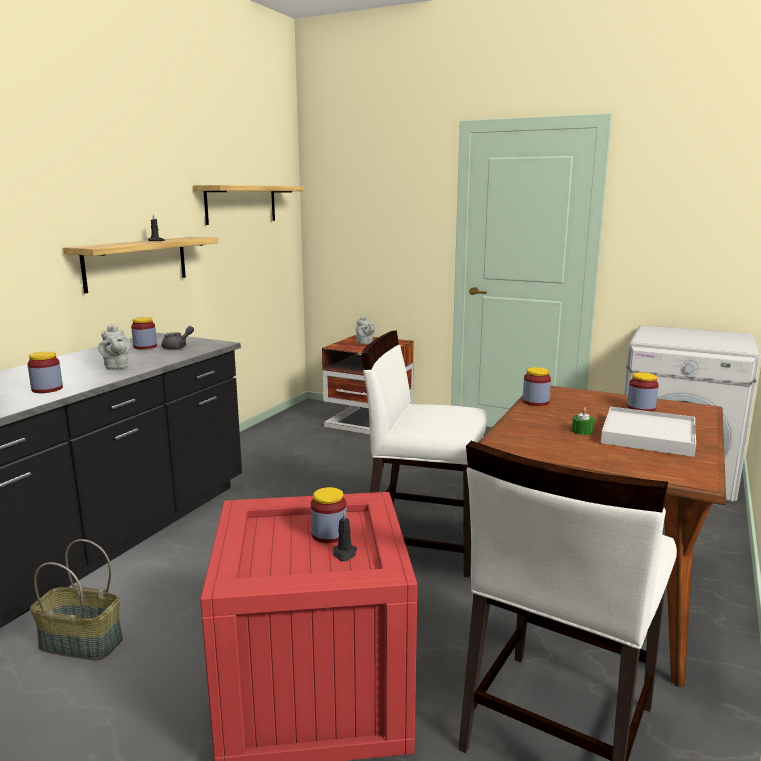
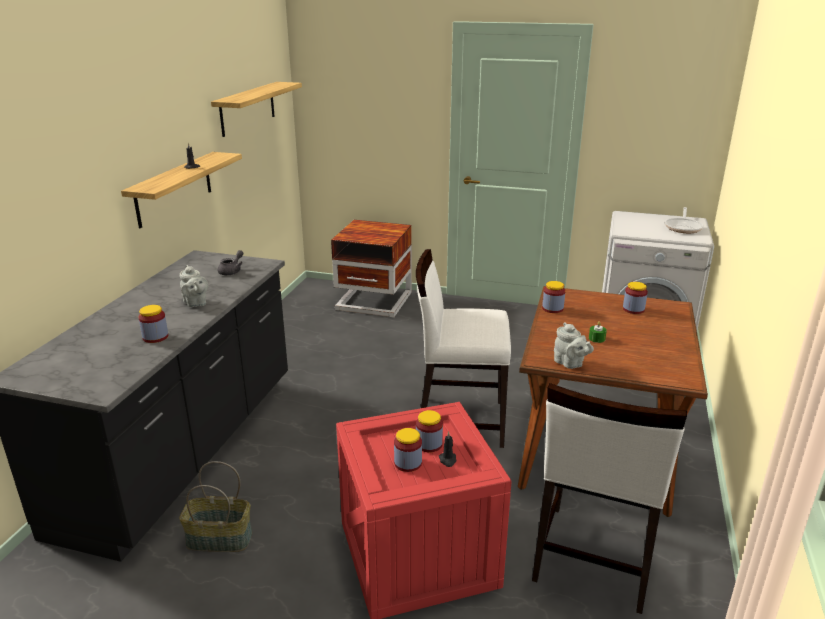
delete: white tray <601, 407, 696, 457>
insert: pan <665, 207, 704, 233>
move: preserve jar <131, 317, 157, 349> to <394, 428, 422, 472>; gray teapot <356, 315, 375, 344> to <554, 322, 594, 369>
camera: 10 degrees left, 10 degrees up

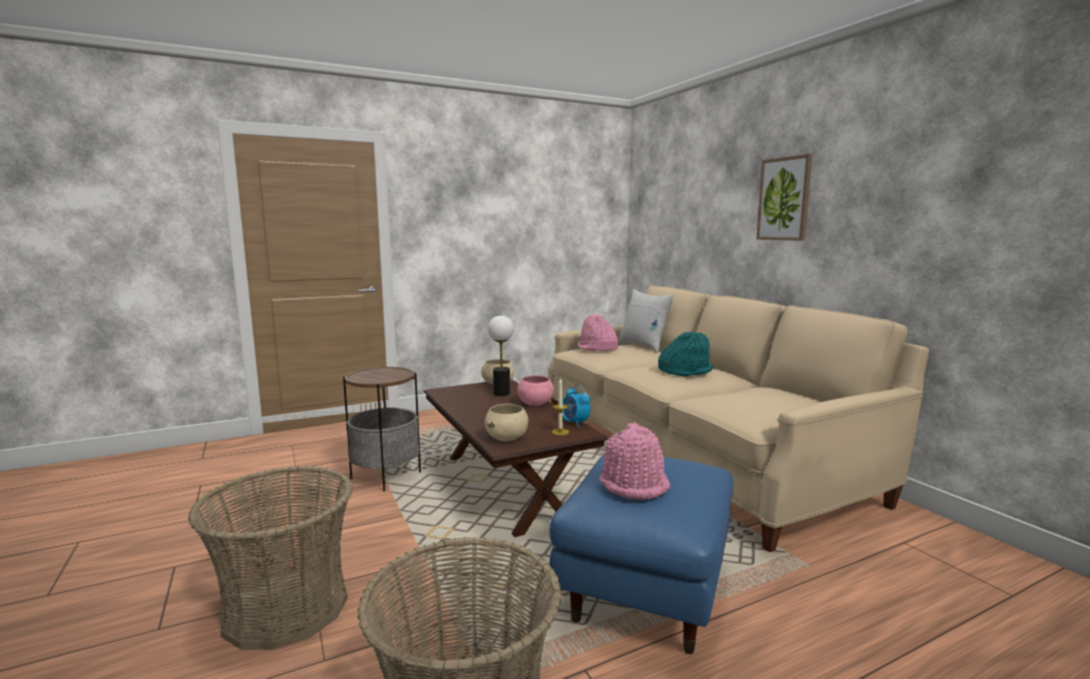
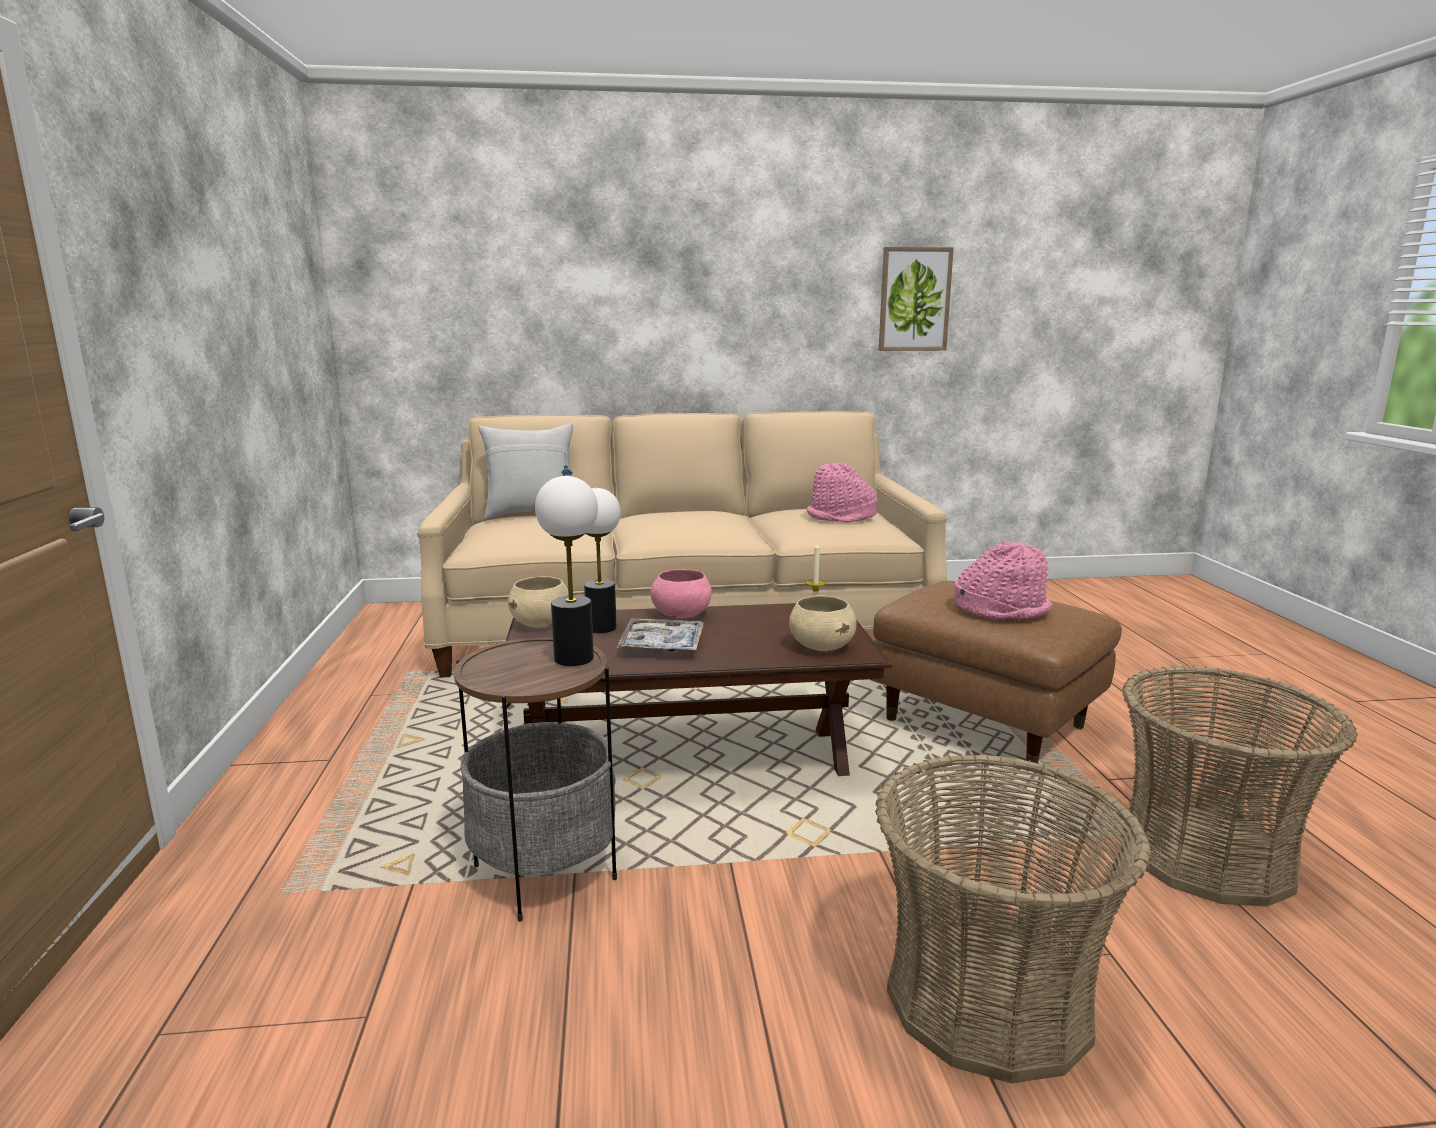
delete: alarm clock <563, 385, 591, 427>; turquoise wearable hat <658, 332, 713, 376>
insert: table lamp <535, 476, 598, 666>; tray <617, 619, 704, 651>
move: pink wearable hat <578, 314, 618, 351> to <807, 463, 878, 522>; wall art <756, 154, 812, 241> to <879, 247, 954, 351>
recolor: blue footrest <549, 455, 734, 654> to brown-coloured footrest <870, 581, 1122, 763>
camera: 70 degrees left, 5 degrees up

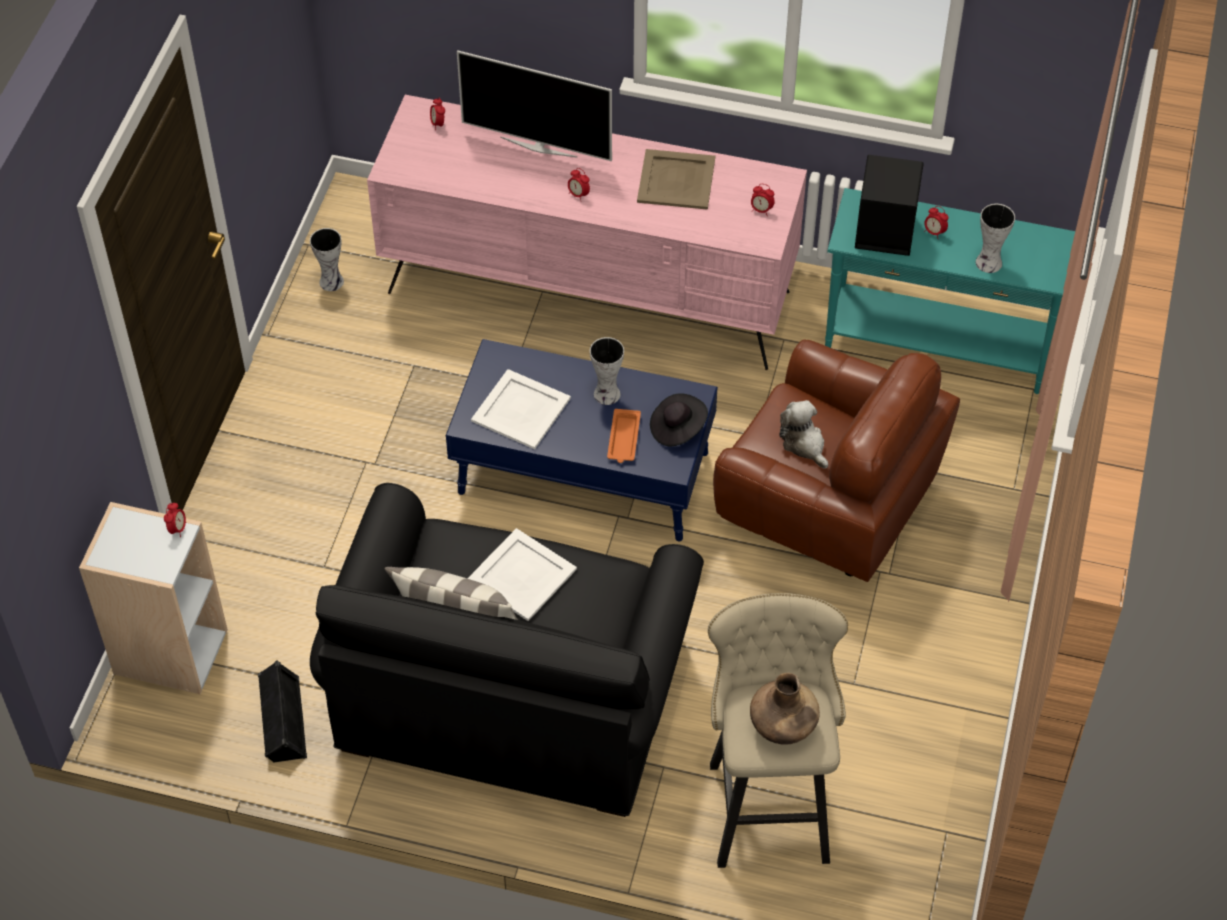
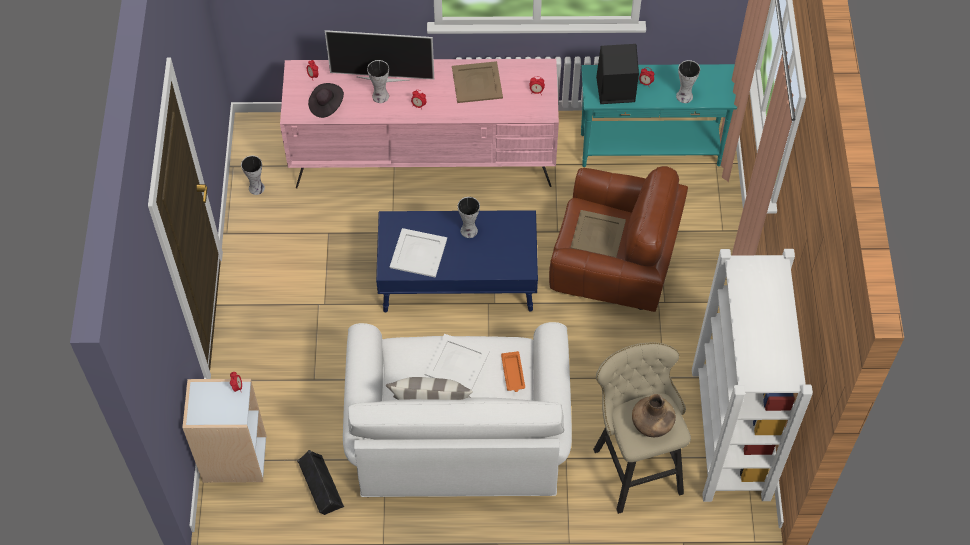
insert: flower vase <367, 60, 389, 103>; white bookcase <692, 249, 813, 502>
move: orange-coloured tray <607, 409, 641, 463> to <501, 351, 525, 392>; blackish wearable hat <650, 393, 708, 446> to <308, 83, 344, 118>
replace: cuddly toy <779, 400, 828, 469> to beige-coloured tray <570, 210, 626, 257>
recolor: blackish sofa <310, 483, 704, 817> to white sofa <343, 322, 572, 497>
camera: 15 degrees left, 5 degrees up

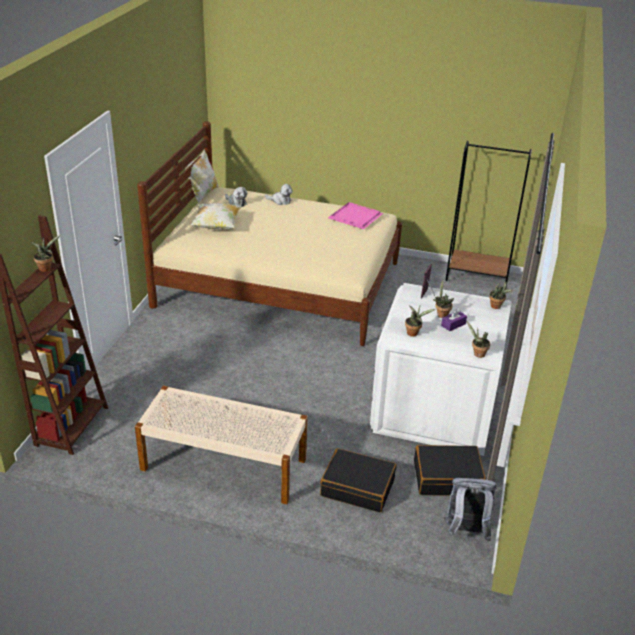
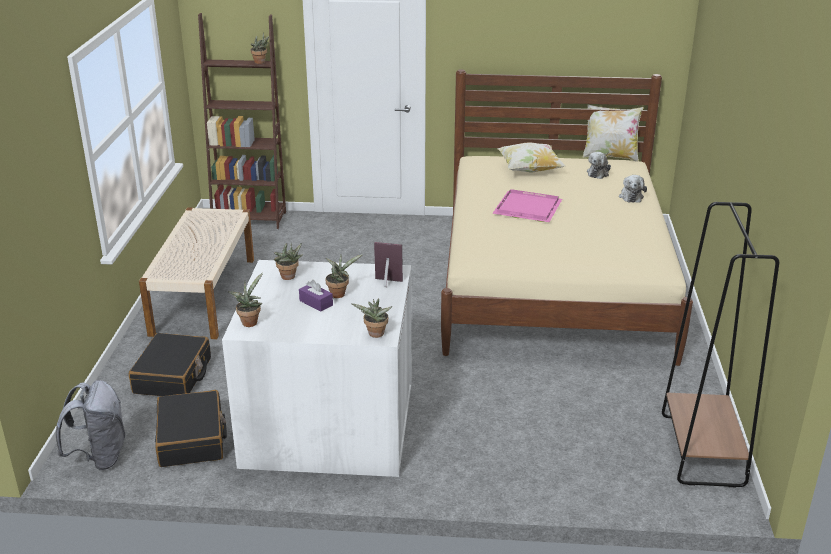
move: pink tray <328, 202, 383, 229> to <492, 189, 562, 222>
camera: 80 degrees right, 5 degrees down

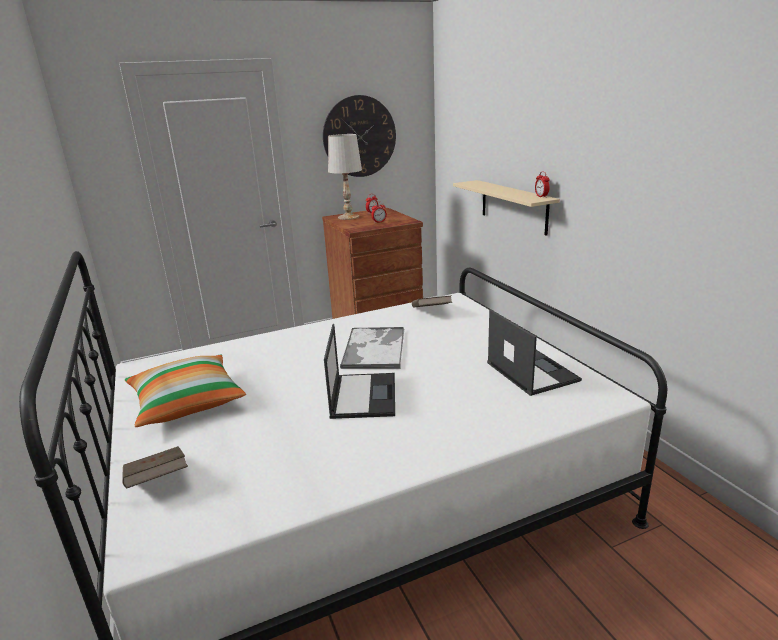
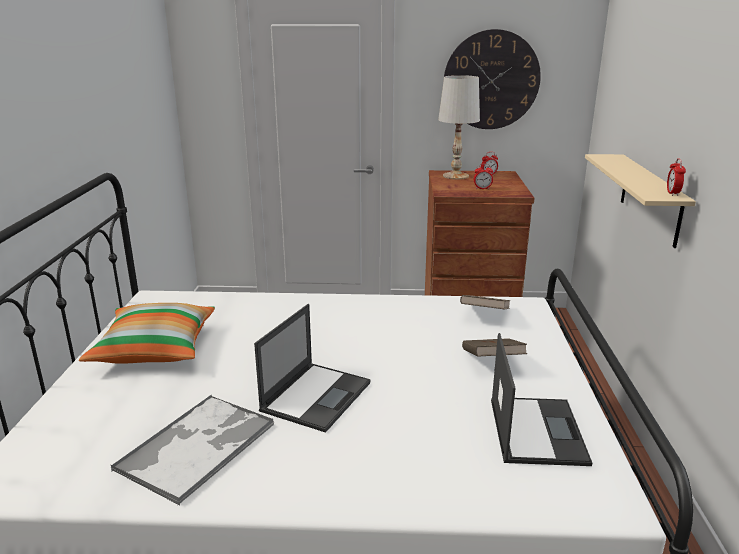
move: brown-coloured book <122, 446, 188, 488> to <462, 338, 527, 356>; tray <340, 327, 404, 369> to <110, 394, 275, 505>
camera: 25 degrees right, 0 degrees up

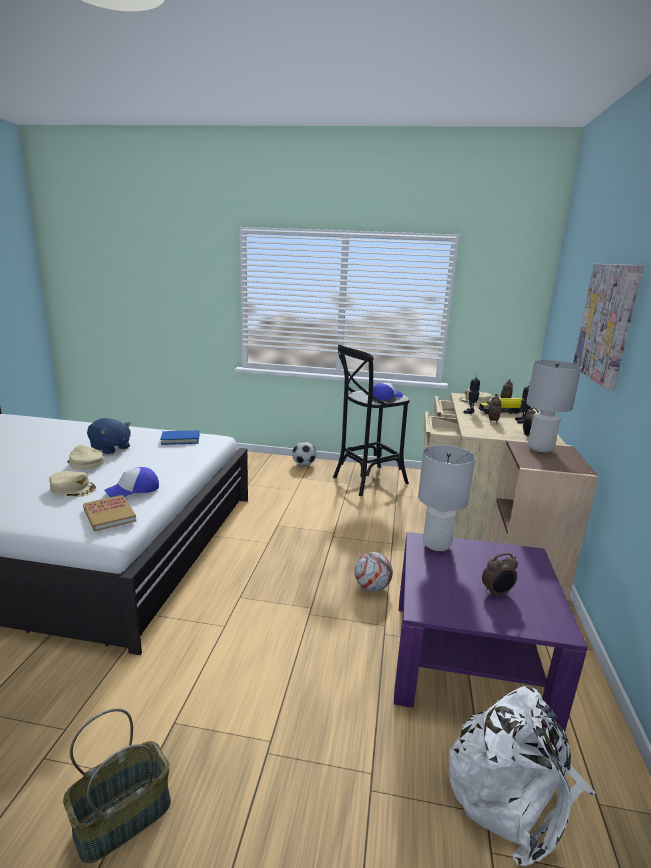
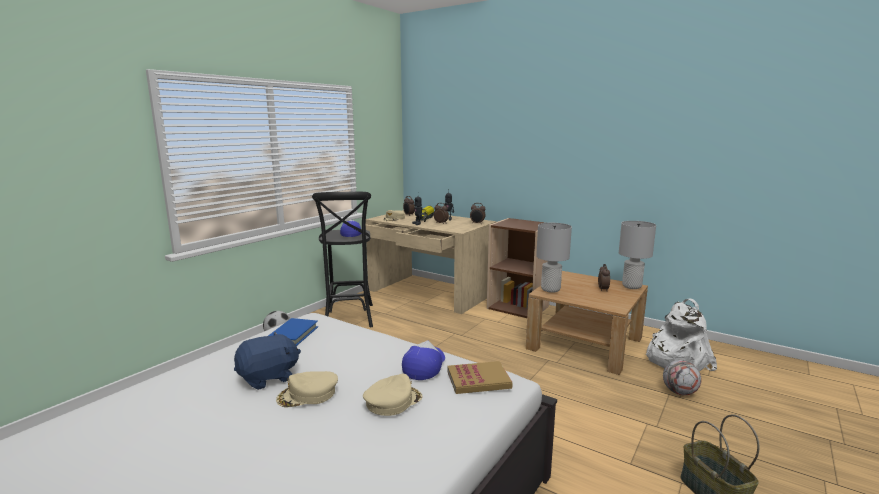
delete: wall art <573, 264, 644, 390>
move: football ball <354, 552, 393, 592> to <663, 360, 701, 395>; gray table lamp <526, 360, 582, 452> to <619, 221, 656, 289>
recolor: purple lounge table <394, 532, 588, 732> to brown-coloured lounge table <526, 271, 648, 375>
rotate: peaked cap <104, 467, 159, 497> = <402, 340, 445, 380> 150 degrees counterclockwise
camera: 65 degrees left, 5 degrees down

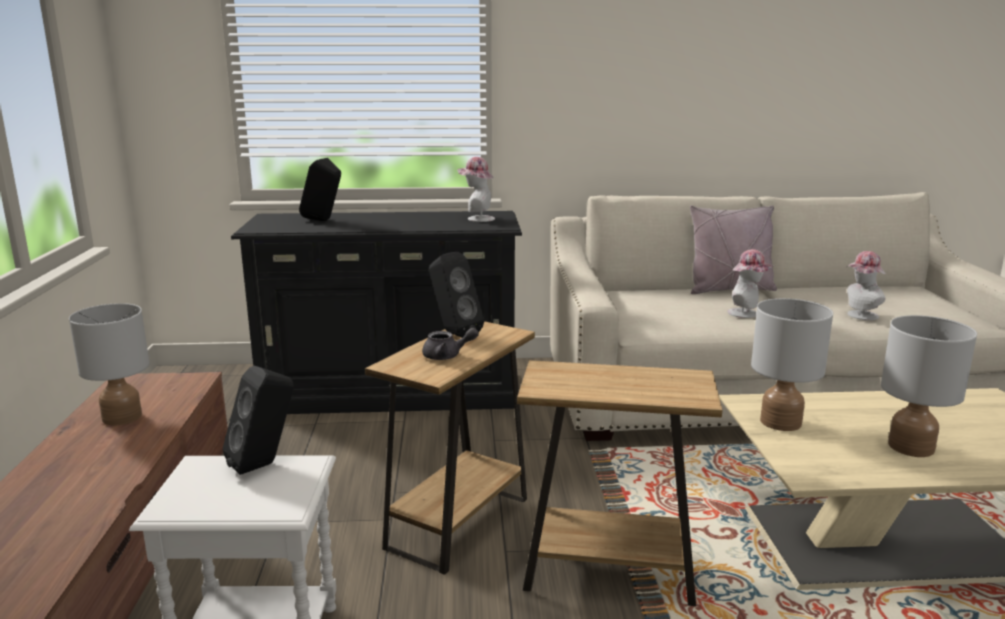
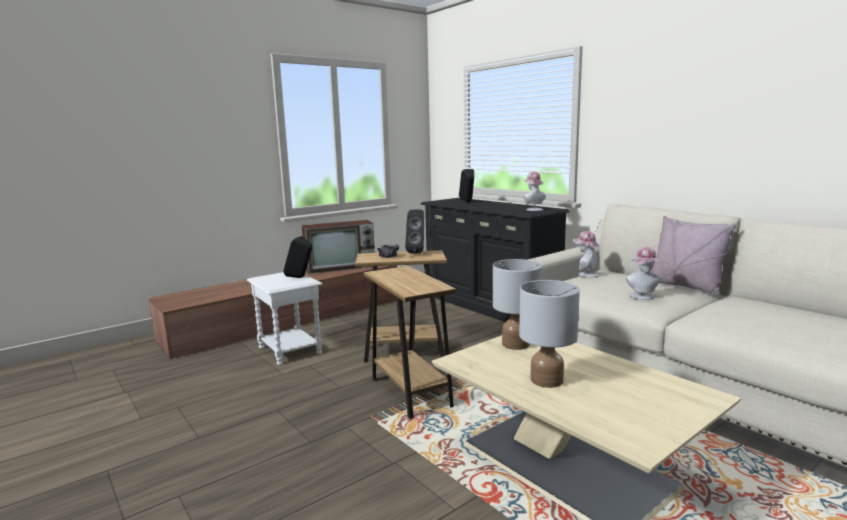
move: wearable hat <847, 251, 886, 320> to <573, 231, 599, 277>
replace: gray table lamp <69, 303, 150, 425> to television <302, 220, 375, 274>
camera: 55 degrees right, 5 degrees down

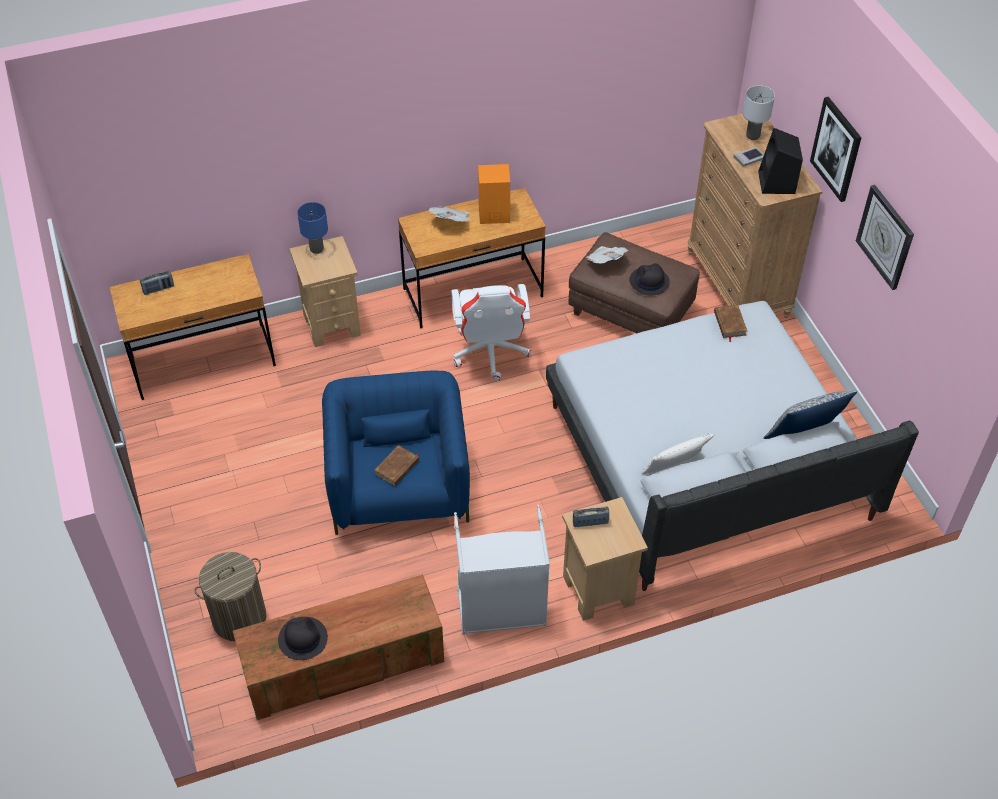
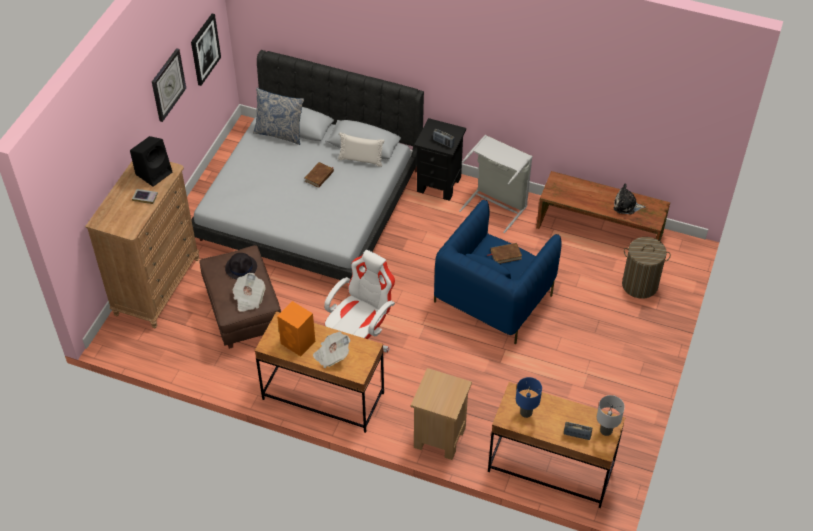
move: blue table lamp <297, 202, 328, 254> to <516, 377, 542, 418>; brown-coloured book <714, 305, 747, 342> to <305, 162, 334, 188>; white table lamp <743, 85, 775, 140> to <597, 395, 625, 436>; wall art <810, 97, 861, 202> to <191, 14, 221, 86>
replace: blackish wearable hat <278, 617, 328, 660> to cuddly toy <614, 184, 646, 214>
recolor: beige-coloured night table <562, 497, 648, 621> to blackish night table <414, 118, 466, 201>
camera: 140 degrees left, 0 degrees up

